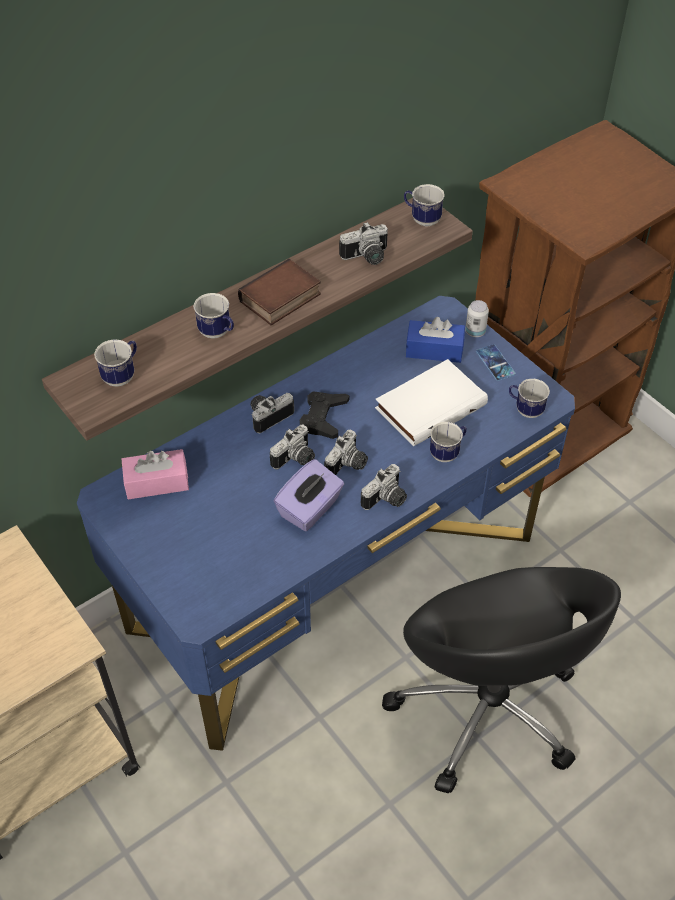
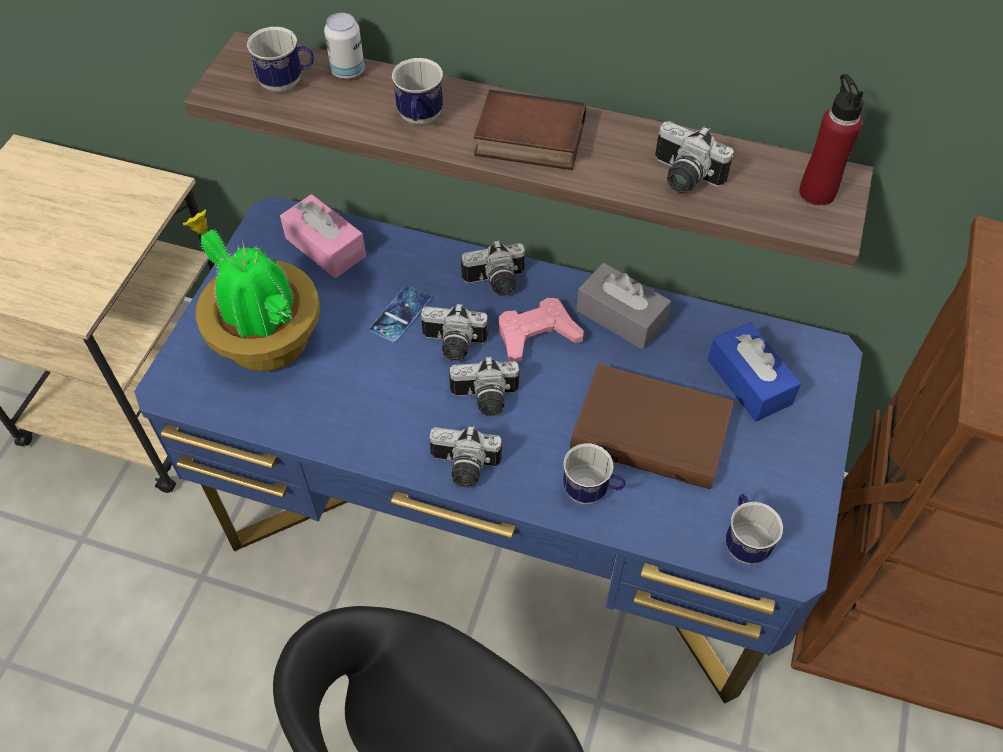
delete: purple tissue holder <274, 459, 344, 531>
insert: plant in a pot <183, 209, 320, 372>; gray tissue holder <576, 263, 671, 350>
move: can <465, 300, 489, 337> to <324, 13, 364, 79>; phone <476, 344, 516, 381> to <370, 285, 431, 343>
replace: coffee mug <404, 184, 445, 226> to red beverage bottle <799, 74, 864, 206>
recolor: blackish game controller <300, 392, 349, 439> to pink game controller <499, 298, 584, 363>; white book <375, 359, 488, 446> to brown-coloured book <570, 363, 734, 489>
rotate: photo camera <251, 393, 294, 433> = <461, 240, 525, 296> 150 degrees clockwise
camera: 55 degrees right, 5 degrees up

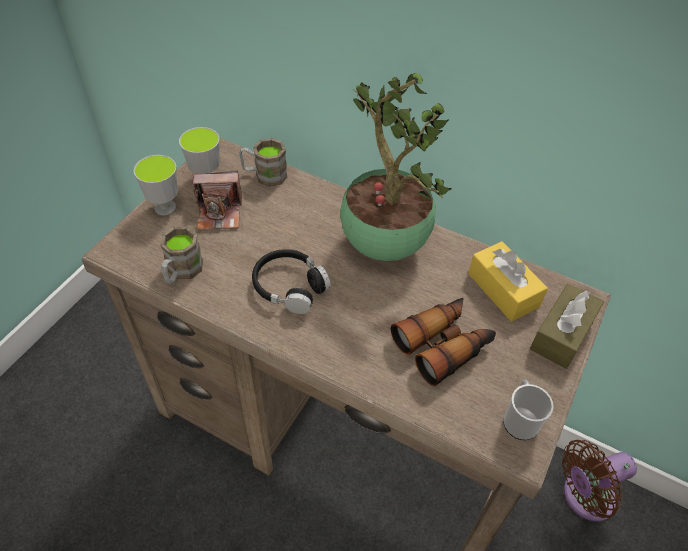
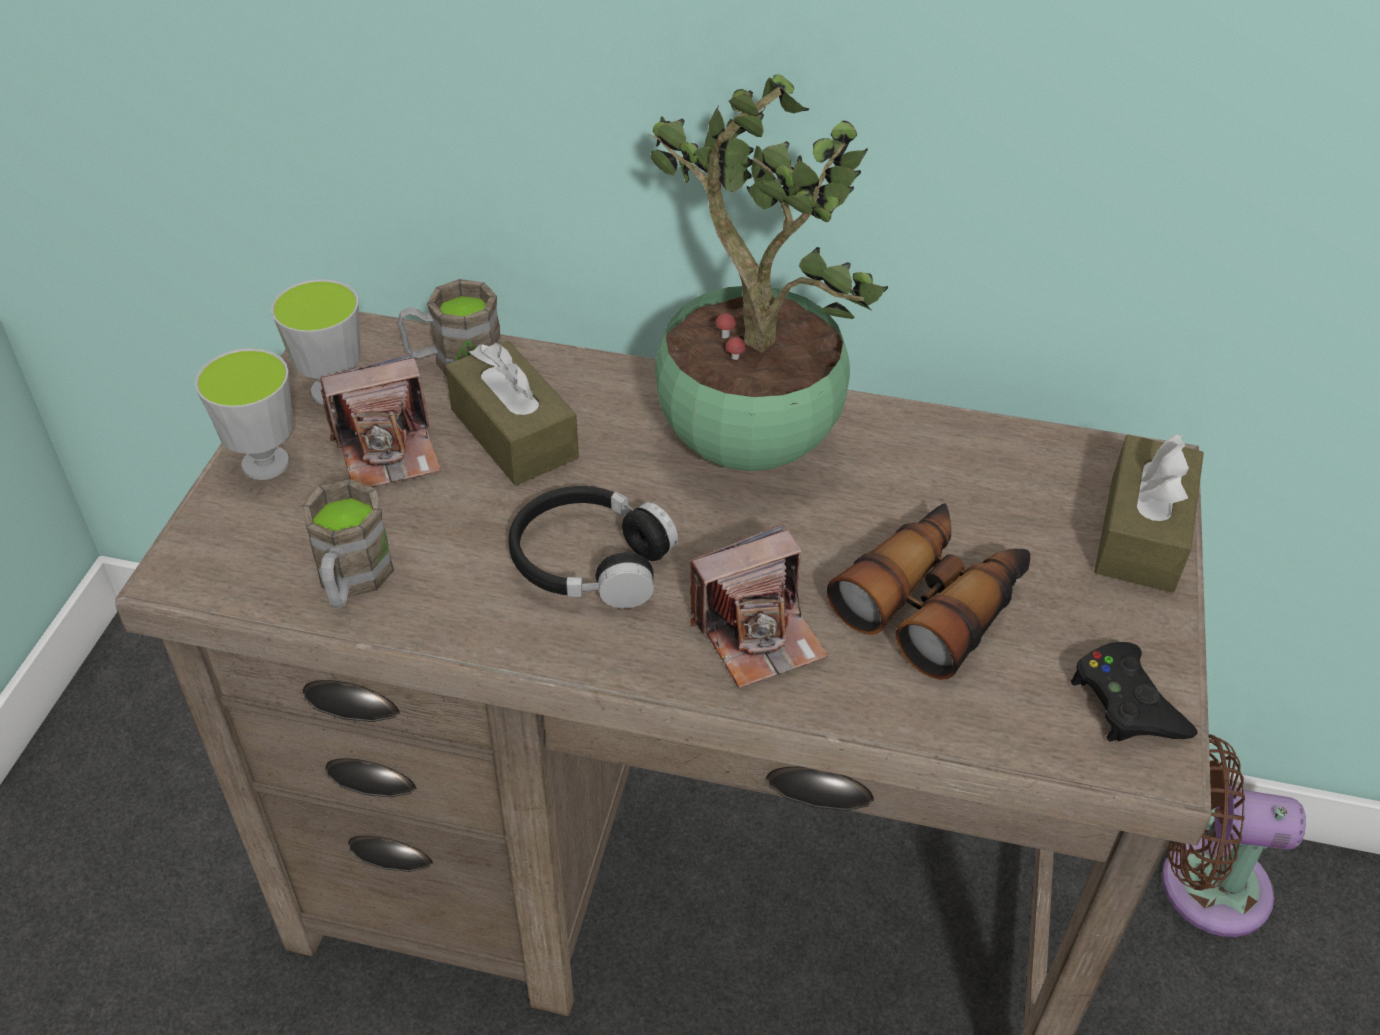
delete: yellow-coloured tissue holder <468, 241, 548, 321>
insert: brown-coloured tissue holder <445, 341, 579, 486>; photo camera <690, 525, 828, 688>
replace: coffee mug <503, 380, 554, 440> to blackish game controller <1071, 642, 1198, 742>
rotate: brown-coloured cooling fan <562, 440, 637, 521> = <1162, 734, 1306, 937> 45 degrees clockwise
camera: 15 degrees left, 5 degrees down

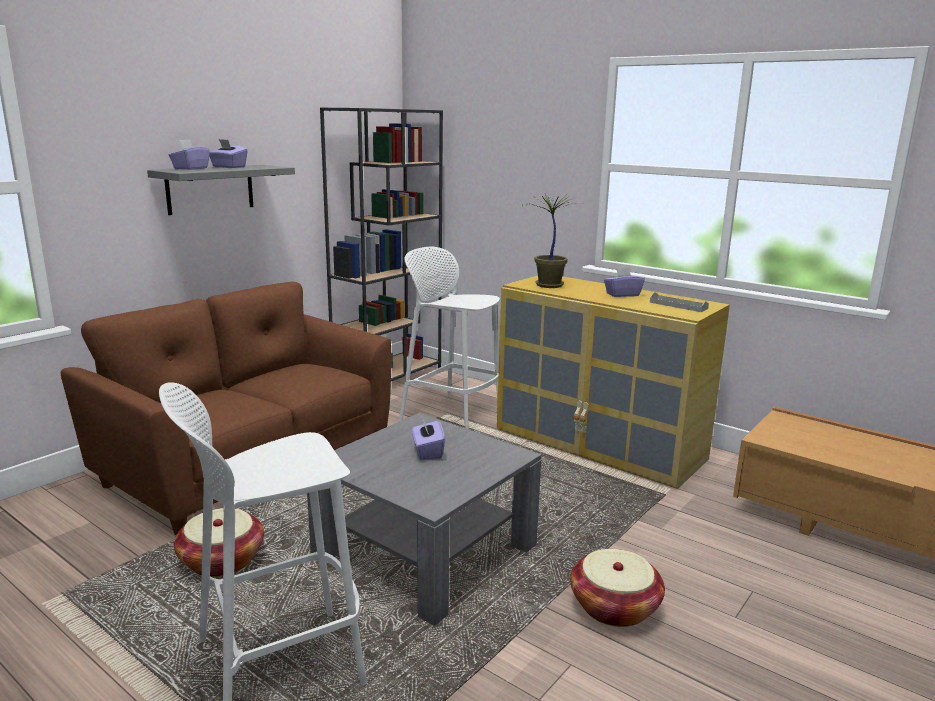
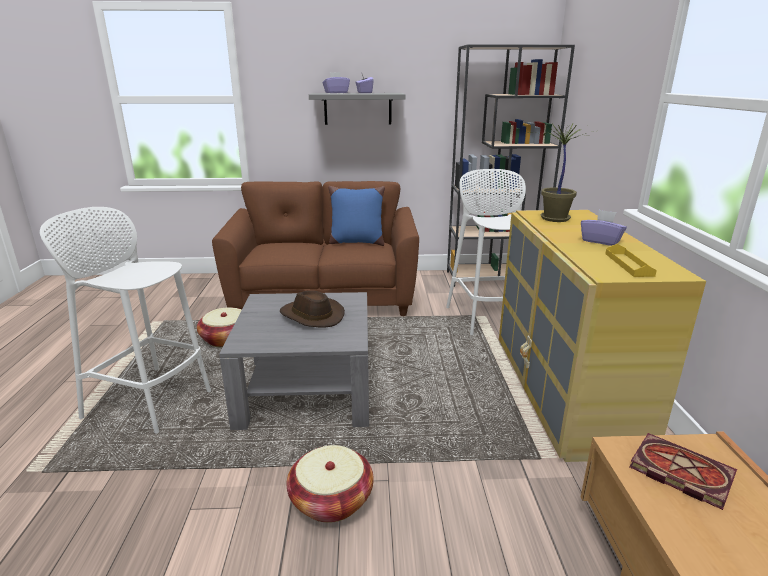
insert: blue cushion <328, 186, 385, 246>; book <629, 433, 737, 510>
replace: purple tissue holder <412, 418, 445, 460> to brown-coloured wearable hat <280, 291, 345, 328>
recolor: gray tray <650, 292, 709, 312> to yellow-coloured tray <605, 244, 657, 277>
camera: 50 degrees right, 5 degrees up

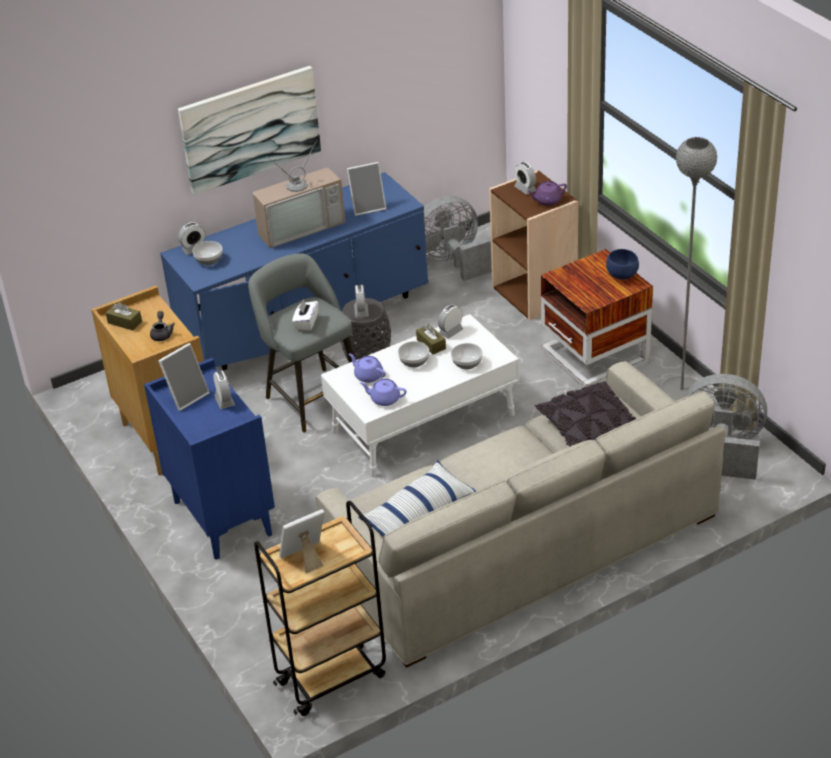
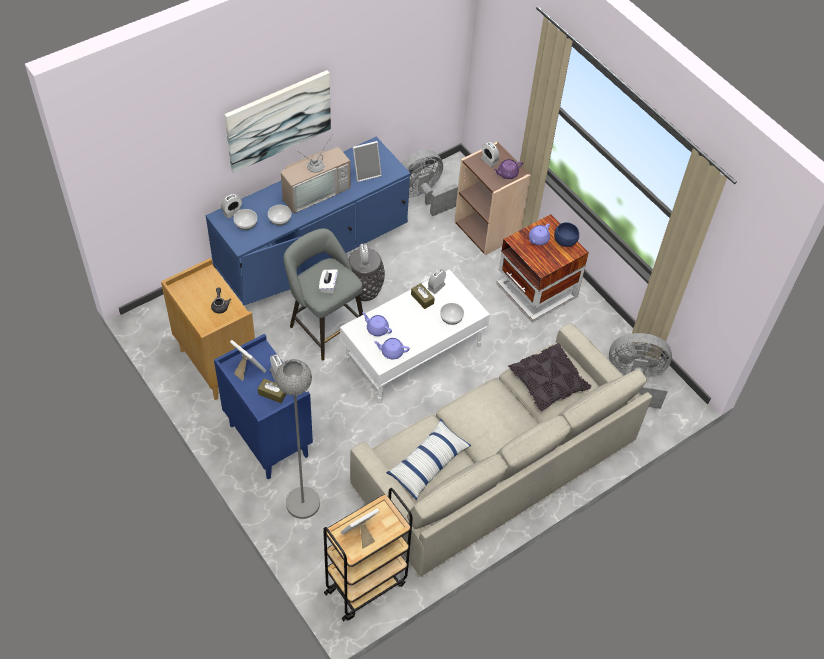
insert: purple teapot <529, 223, 550, 245>
move: brown-coloured tissue holder <106, 302, 142, 331> to <258, 378, 287, 403>; bowl <398, 341, 429, 368> to <268, 205, 291, 226>; gray floor lamp <661, 137, 717, 401> to <276, 359, 320, 519>
rotate: picture frame <158, 343, 210, 411> = <230, 340, 266, 381> 90 degrees counterclockwise
camera: 10 degrees left, 15 degrees up

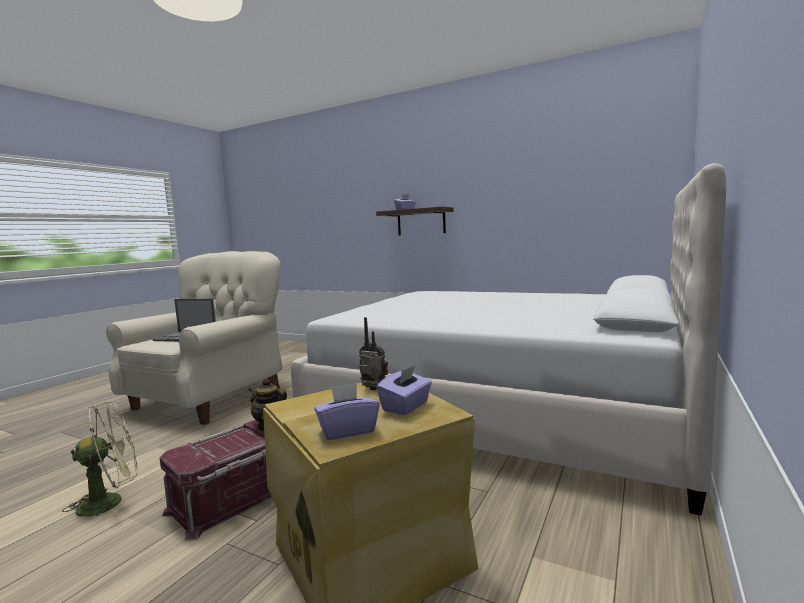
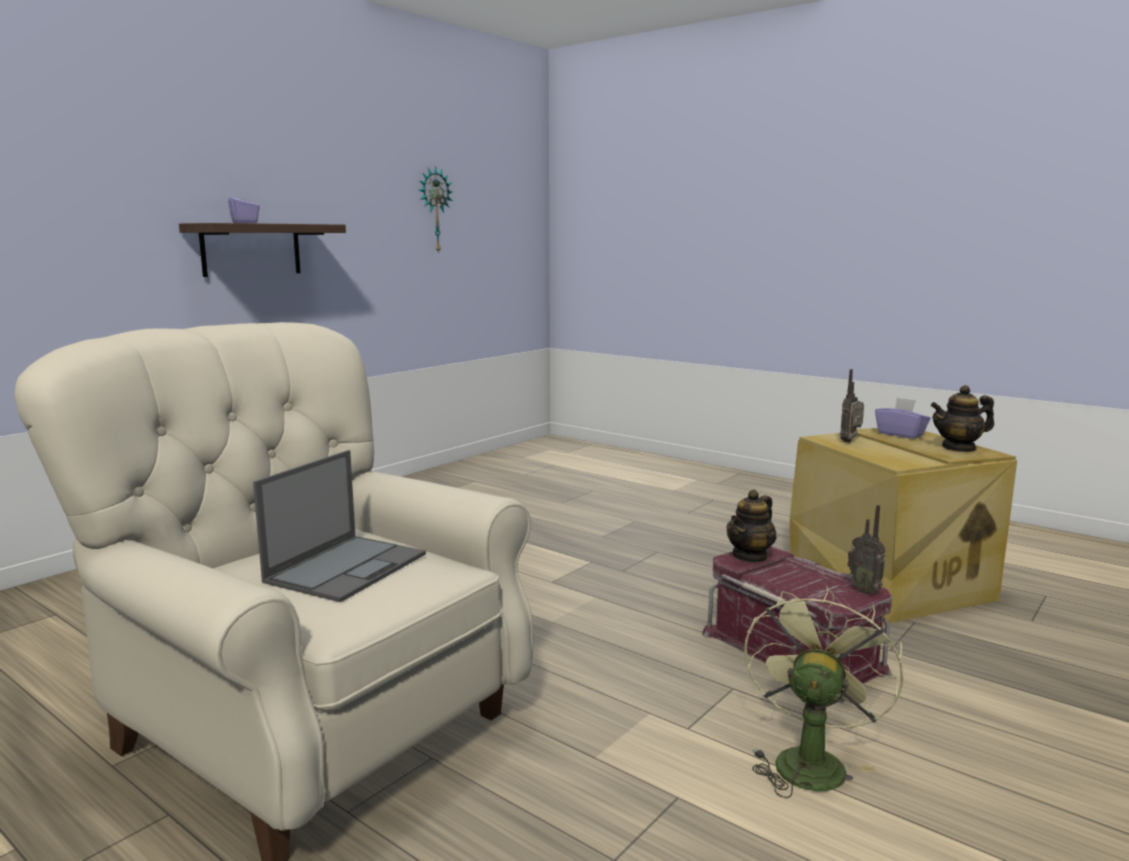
delete: white sleeping bed <290, 163, 726, 516>
insert: wall clock <419, 166, 453, 254>; radio set <847, 505, 886, 594>
replace: purple tissue holder <314, 383, 379, 440> to teapot <931, 385, 994, 452>
rotate: greenish cooling fan <62, 401, 138, 518> = <744, 586, 904, 798> 45 degrees clockwise
camera: 80 degrees left, 5 degrees up

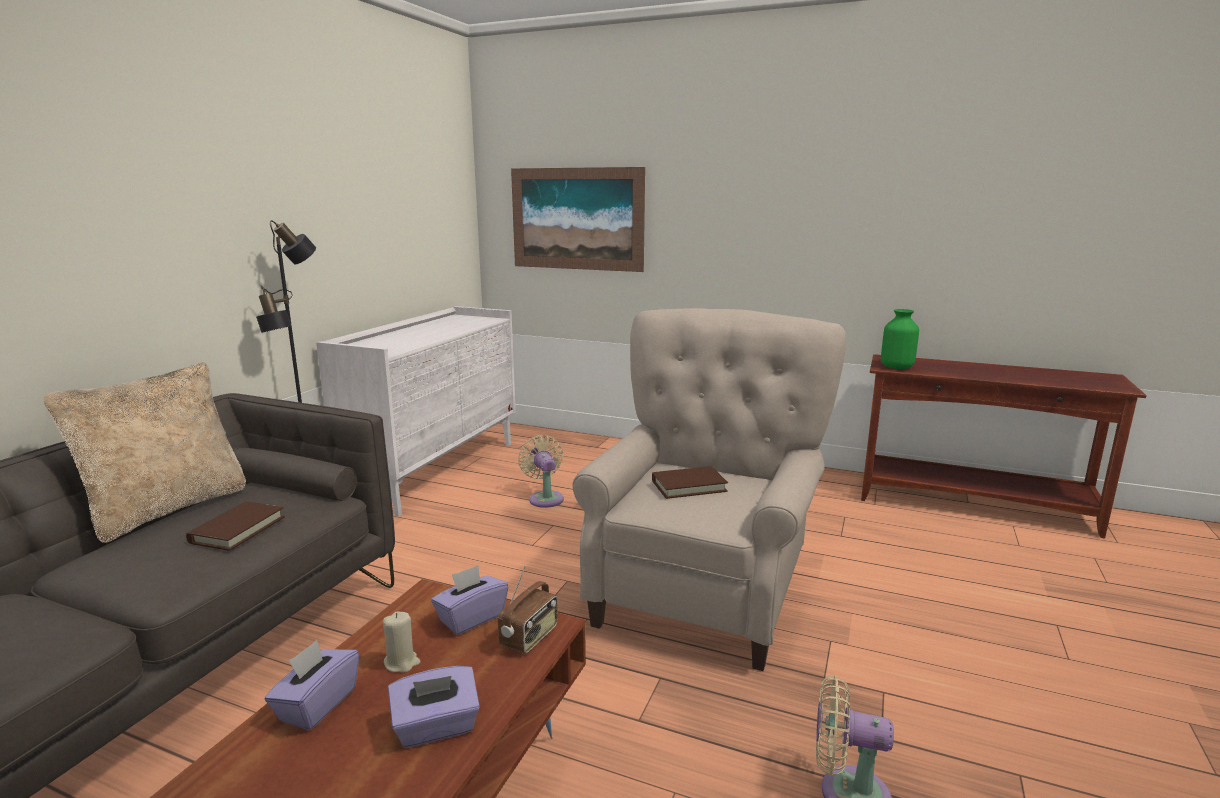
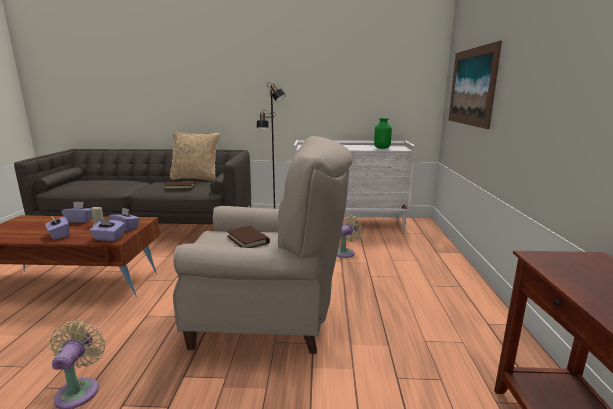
move: greenish flower vase <881, 309, 919, 369> to <374, 118, 392, 149>
replace: radio set <498, 566, 558, 654> to purple tissue holder <90, 218, 125, 241>
camera: 70 degrees right, 0 degrees up

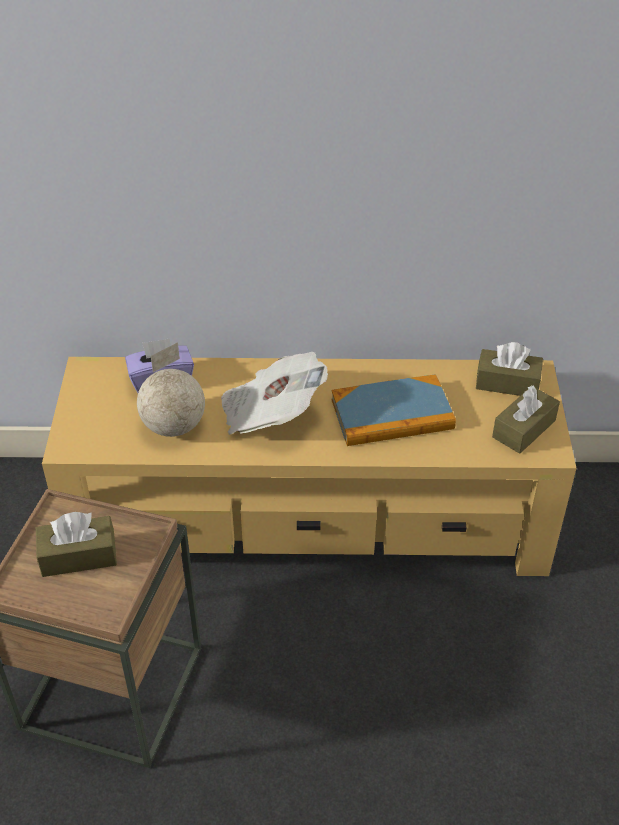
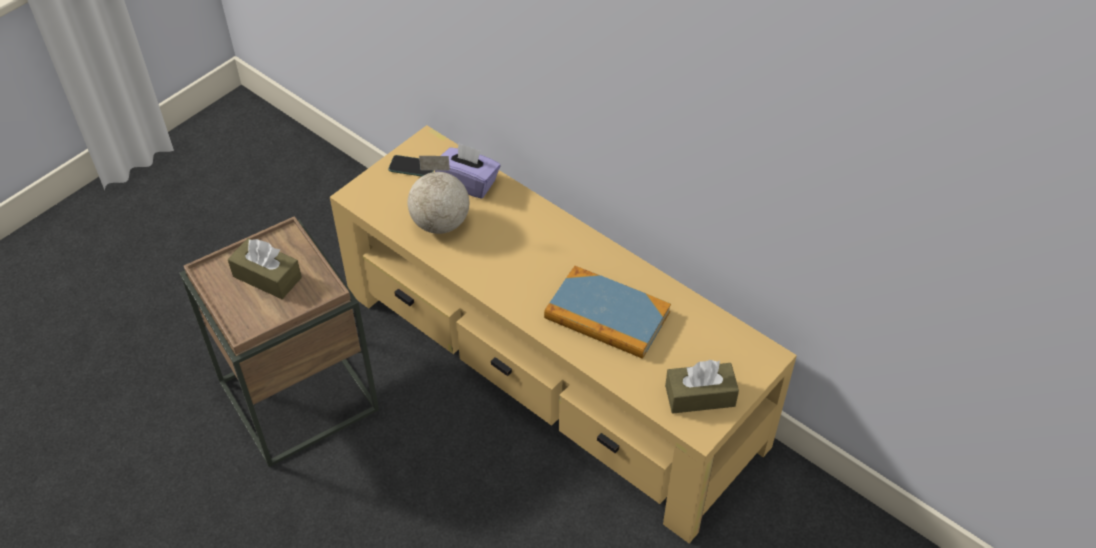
delete: printed paper <221, 352, 328, 435>; brown-coloured tissue holder <476, 342, 543, 396>
insert: phone <388, 155, 434, 176>
camera: 40 degrees right, 5 degrees up

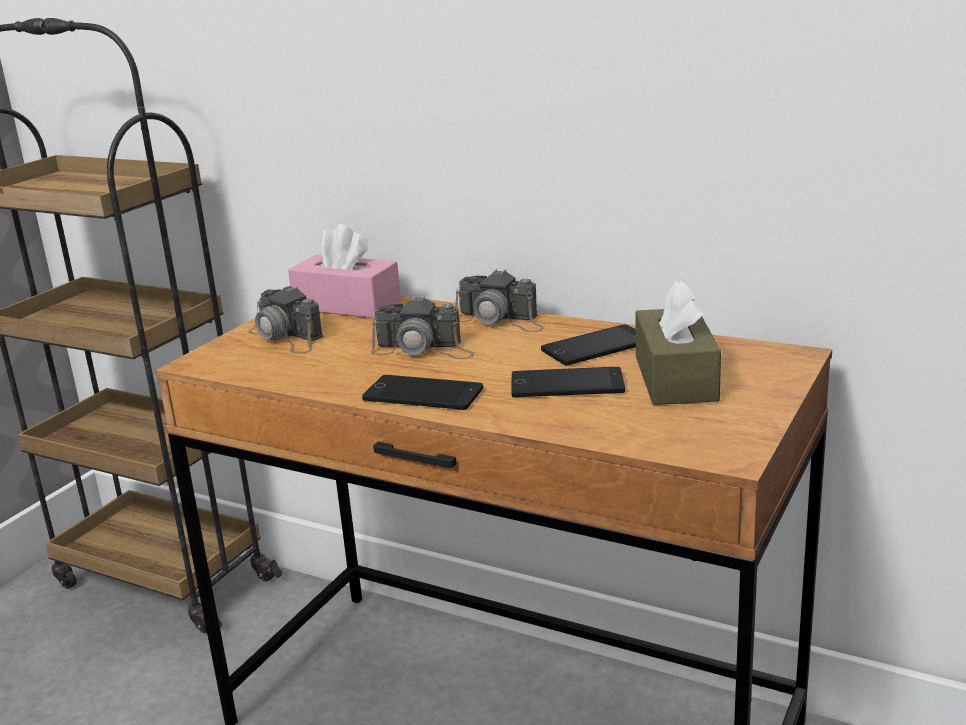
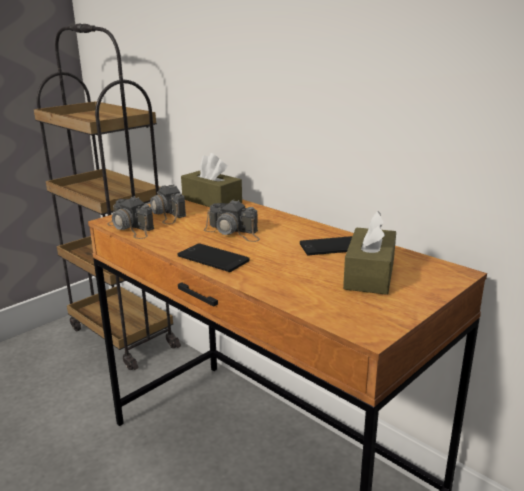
delete: phone <511, 367, 625, 397>
move: photo camera <455, 269, 544, 332> to <107, 196, 154, 239>
recolor: pink tissue holder <288, 224, 401, 318> to brown-coloured tissue holder <181, 153, 242, 207>
camera: 15 degrees right, 0 degrees up

